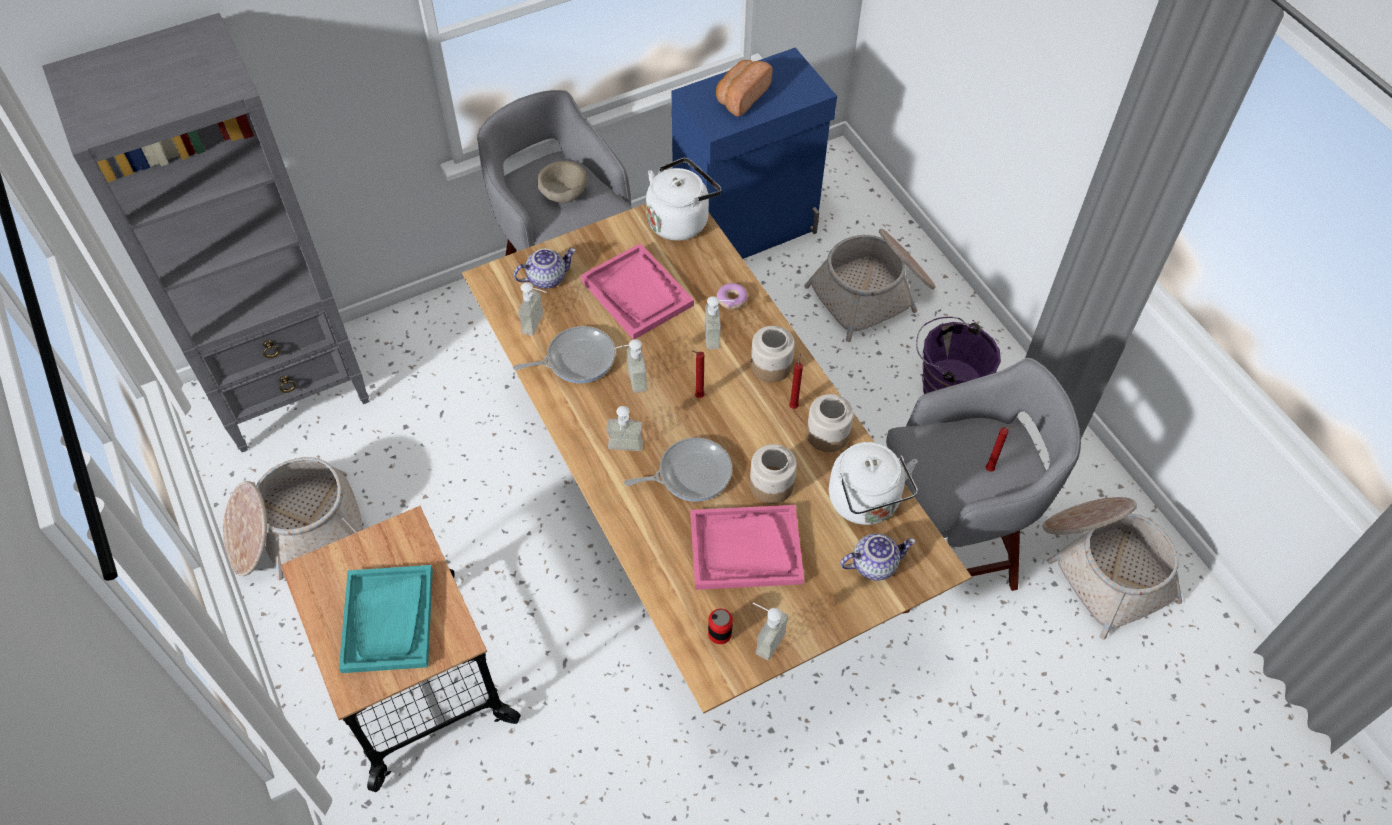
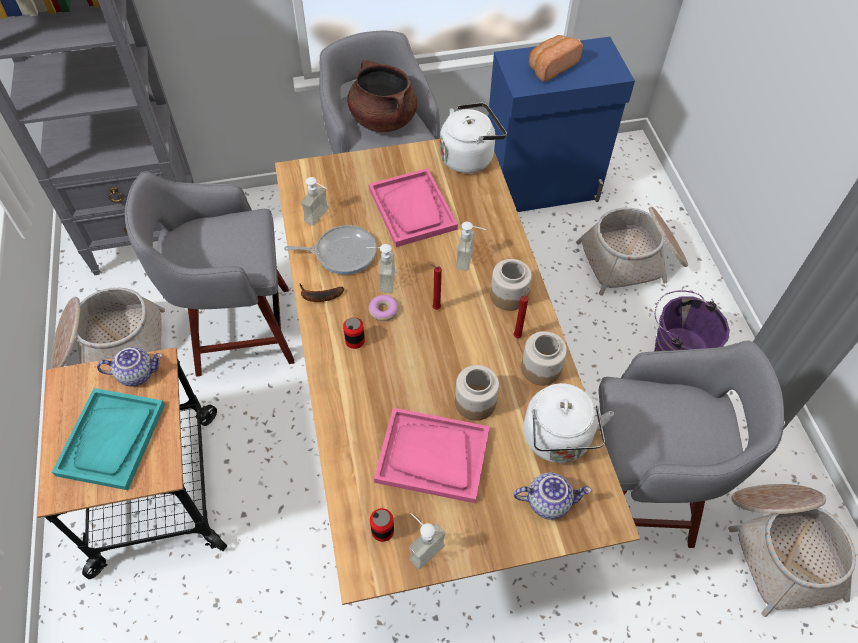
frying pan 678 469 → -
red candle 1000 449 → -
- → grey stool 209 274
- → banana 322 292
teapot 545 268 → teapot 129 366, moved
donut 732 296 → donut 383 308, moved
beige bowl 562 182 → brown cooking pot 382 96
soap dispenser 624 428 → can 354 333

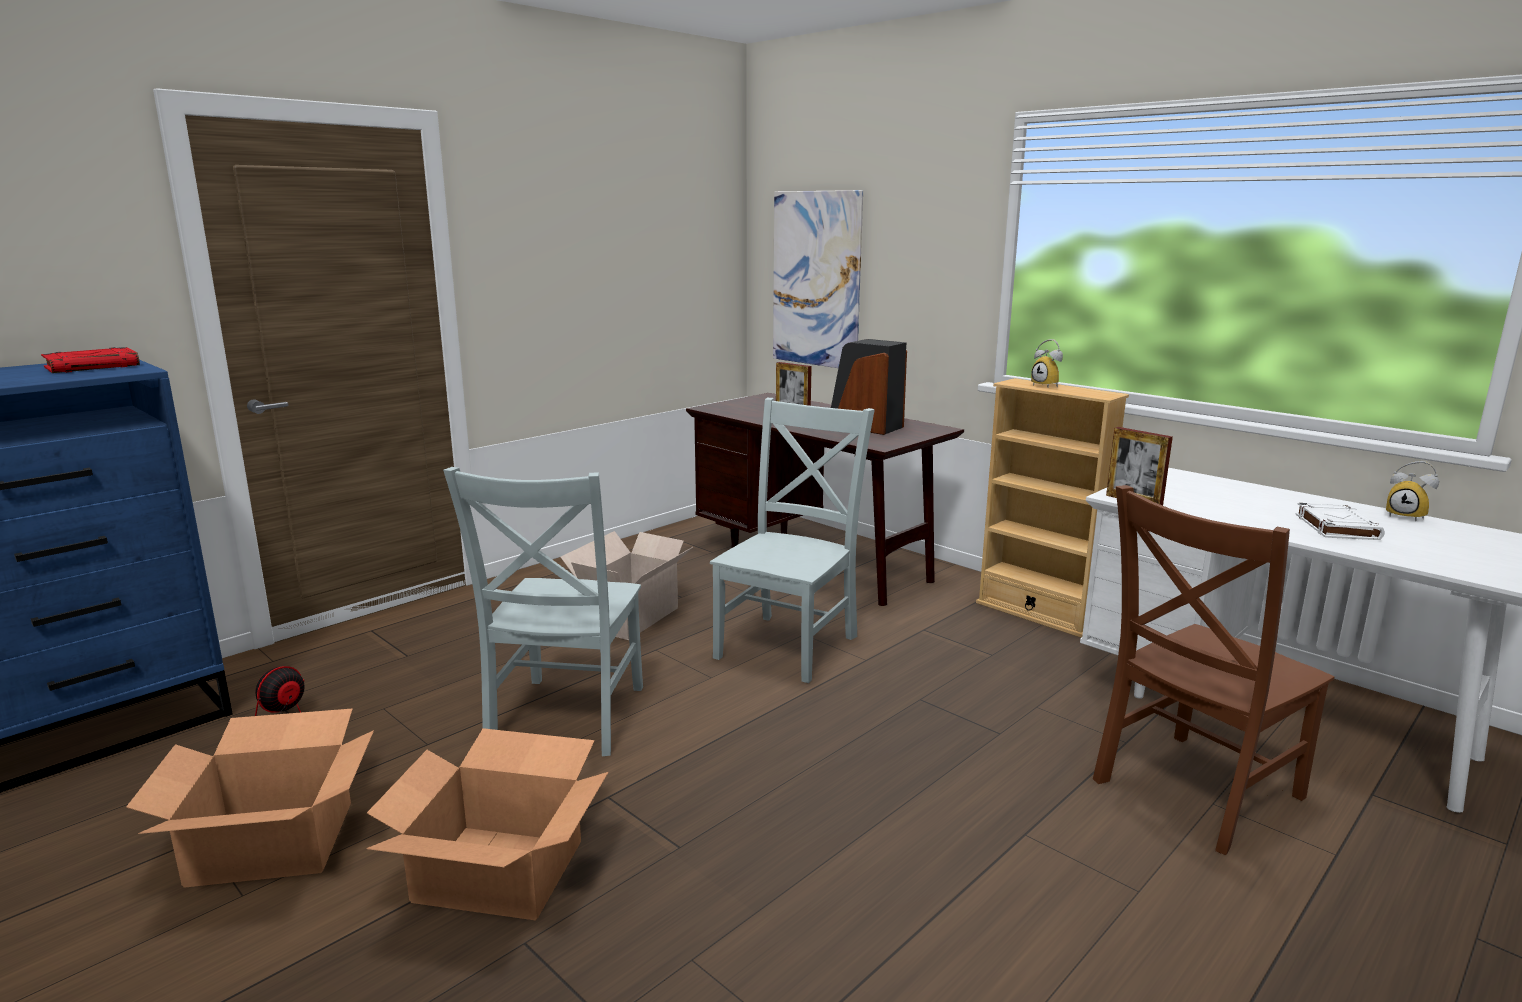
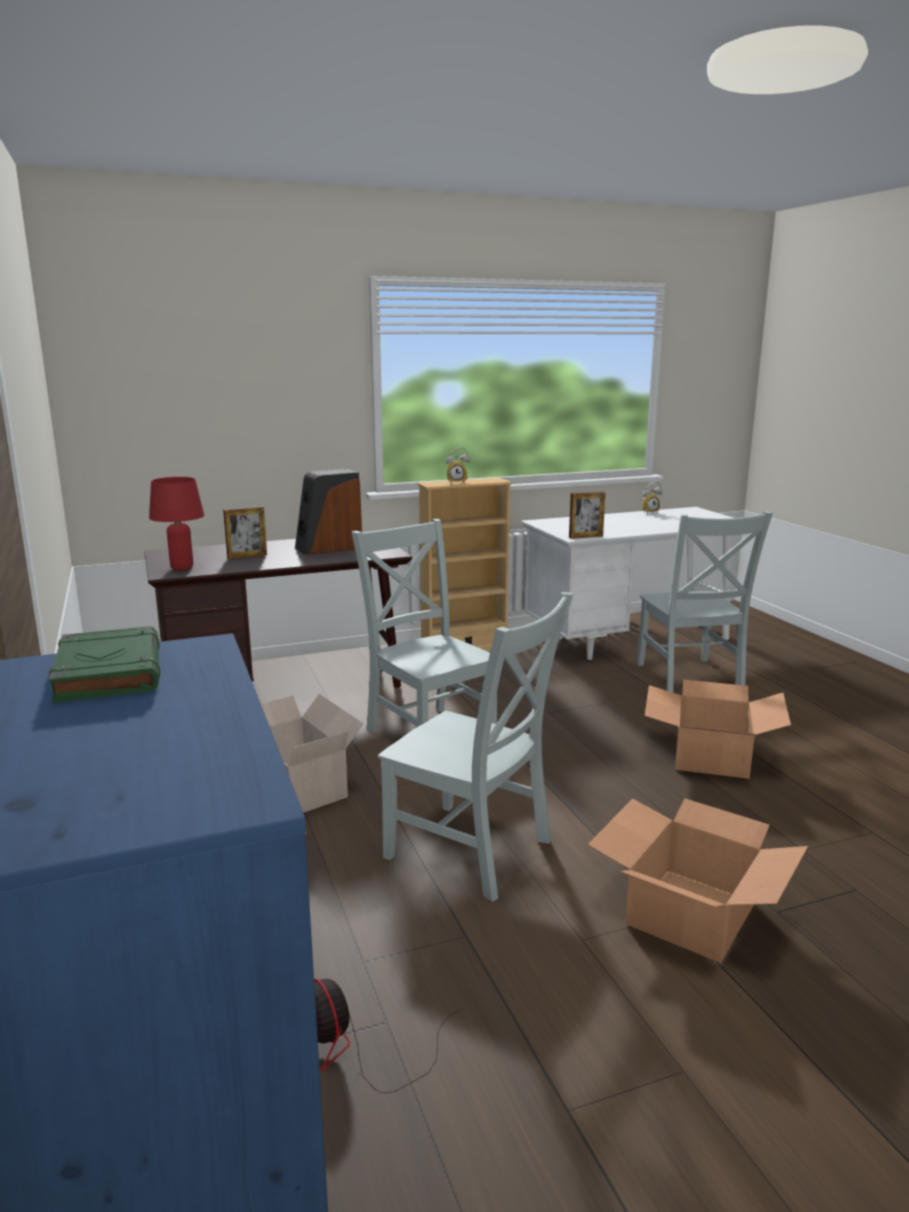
picture 818 279 → -
white book 1340 521 → -
- → red table lamp 177 524
cardboard box 250 798 → cardboard box 718 729, moved
red book 90 360 → green book 104 664
brown chair 1213 670 → grey chair 705 602

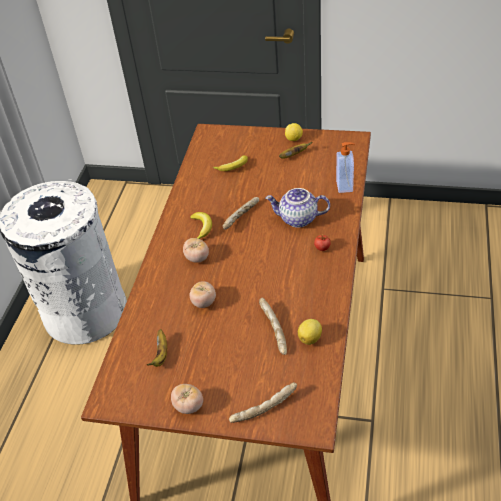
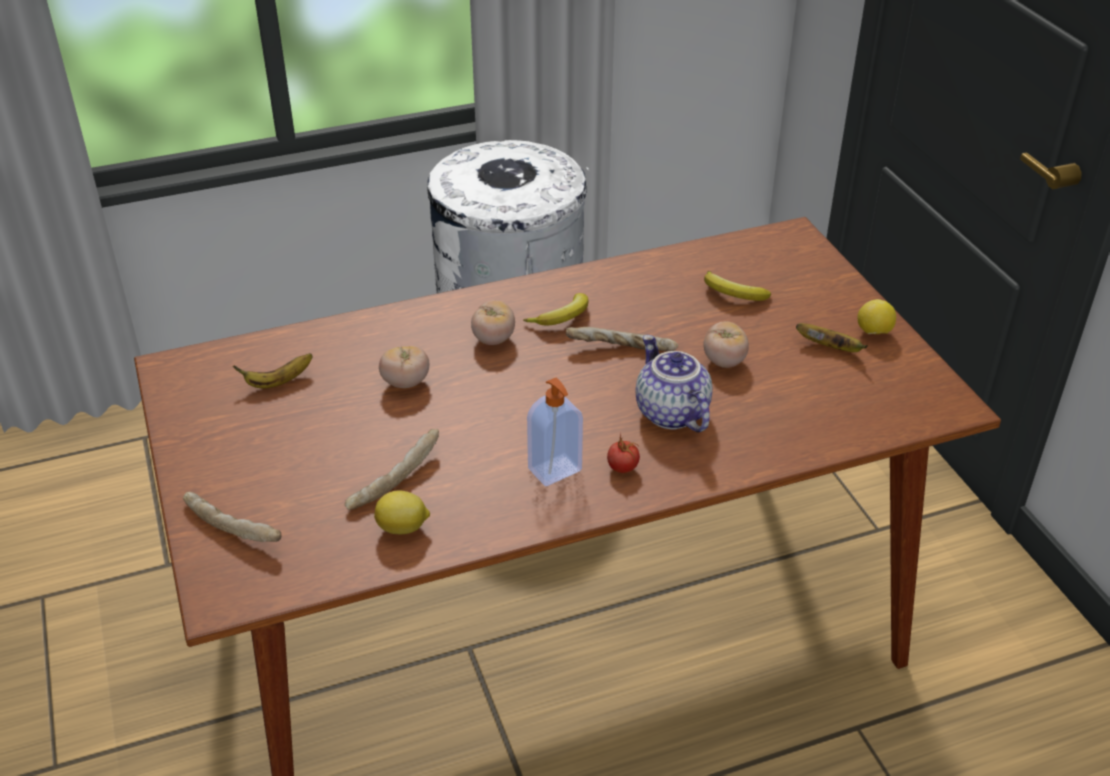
tomato 187 399 → tomato 726 344, moved
soap dispenser 345 167 → soap dispenser 555 432, moved

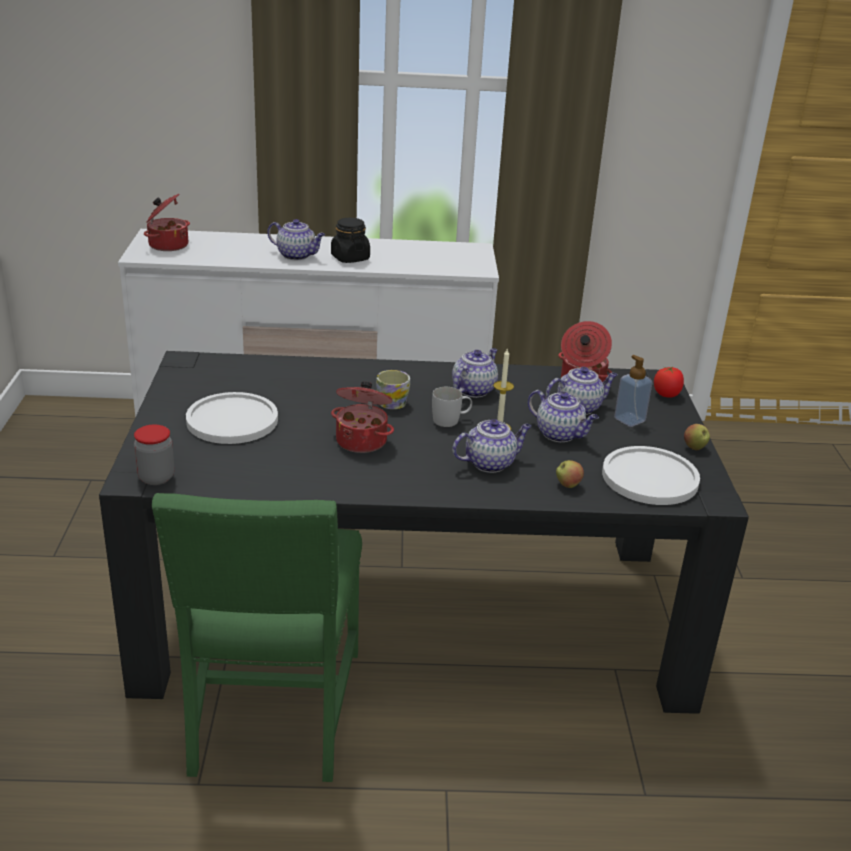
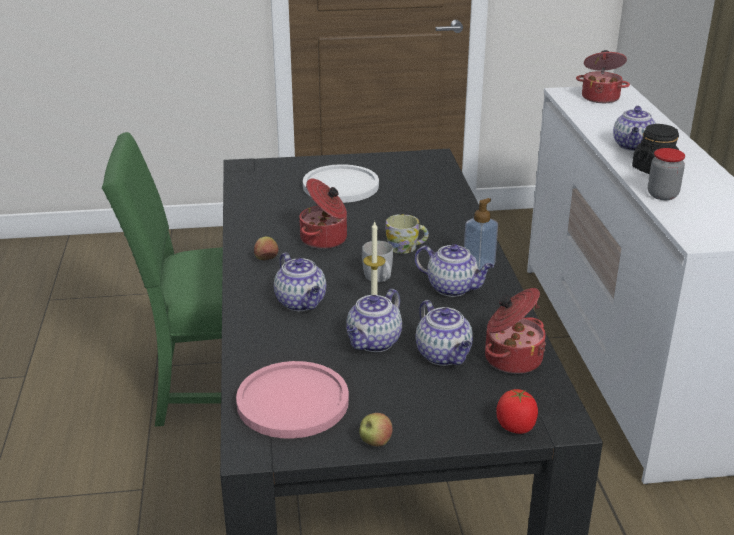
jar 154 455 → jar 666 174, moved
apple 570 474 → apple 266 248, moved
soap dispenser 633 391 → soap dispenser 481 234, moved
white plate 651 475 → pink plate 292 400

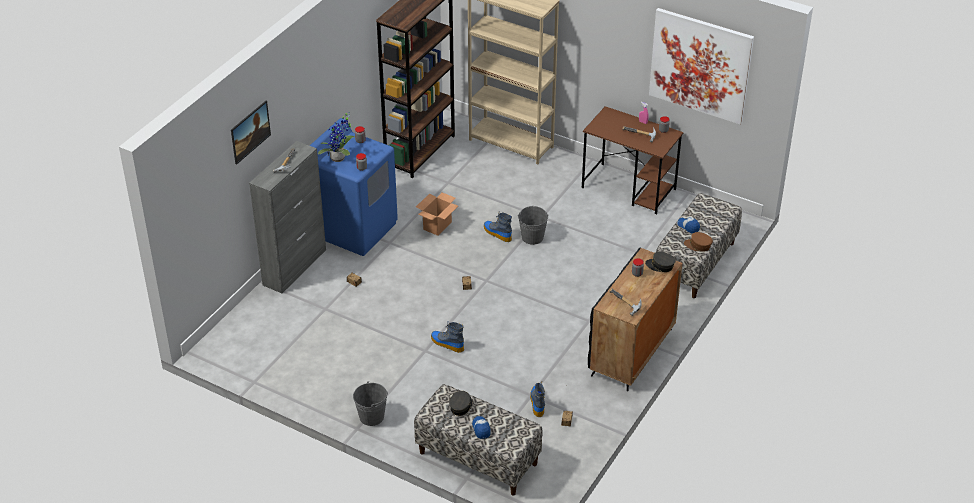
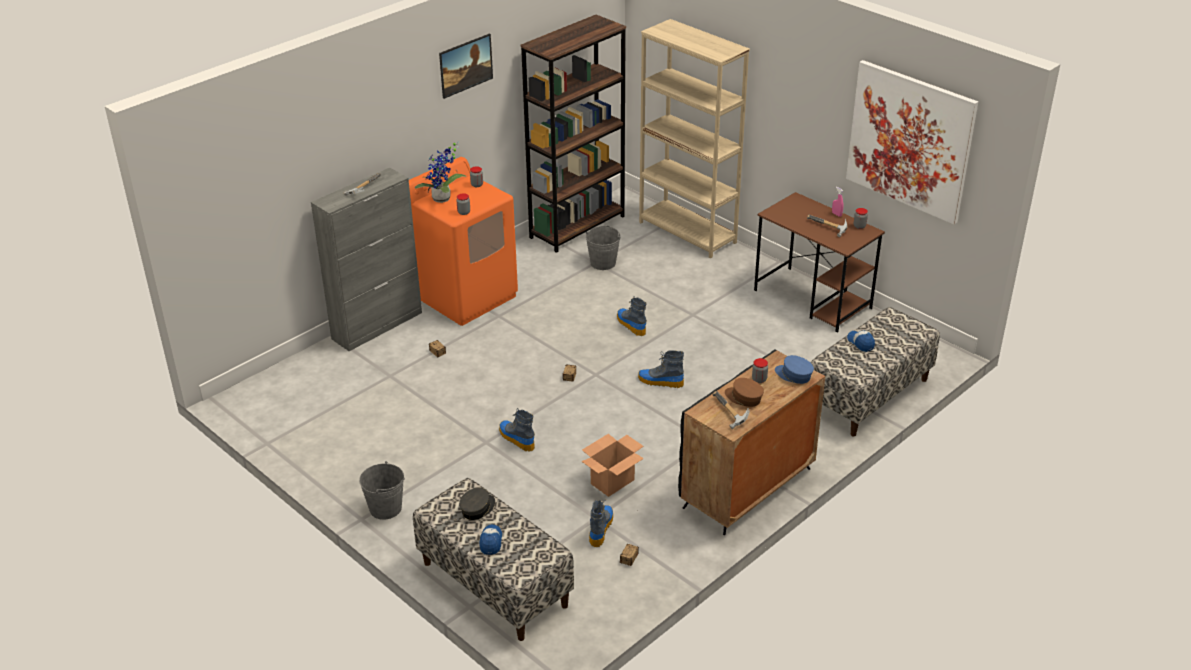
- → boot 661 369
picture 251 133 → picture 466 66, moved
cardboard box 437 214 → cardboard box 612 465, moved
grey bucket 533 225 → grey bucket 603 248, moved
brown cap 698 242 → brown cap 744 392, moved
blue washing machine 354 187 → orange washing machine 463 241
grey cap 660 262 → blue cap 794 369

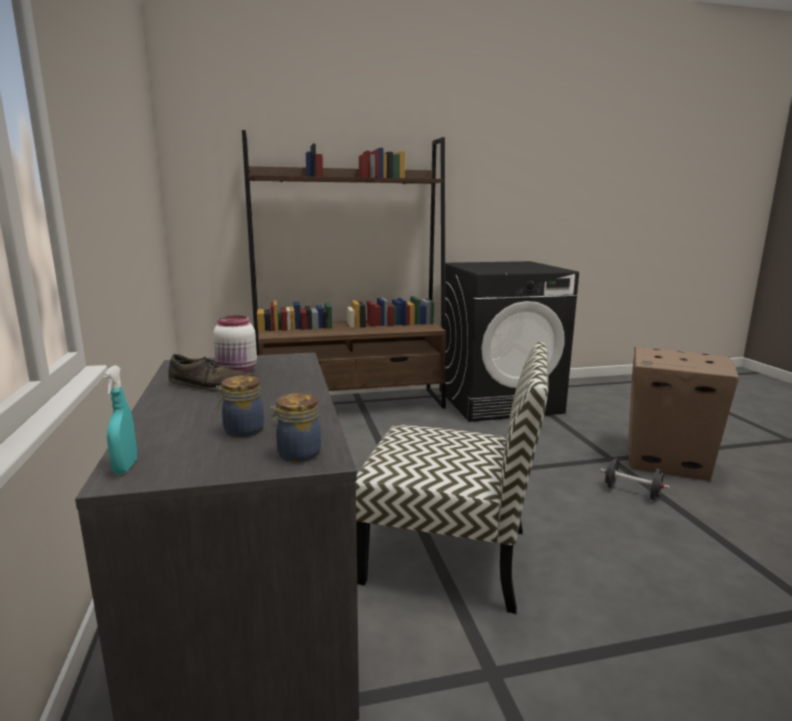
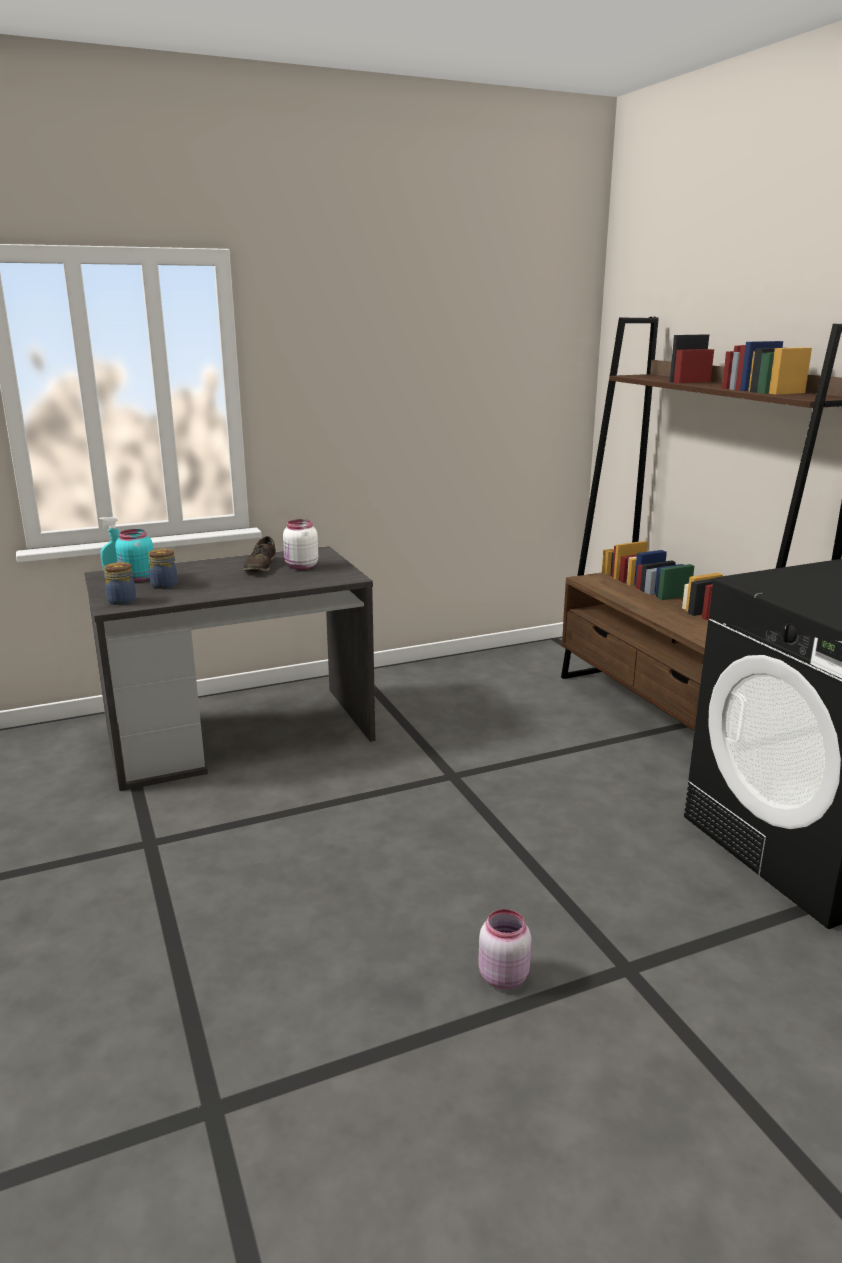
chair 452 478 → -
cardboard box 683 414 → -
- → turquoise jar 134 555
black dumbbell 635 479 → pink jar 504 949

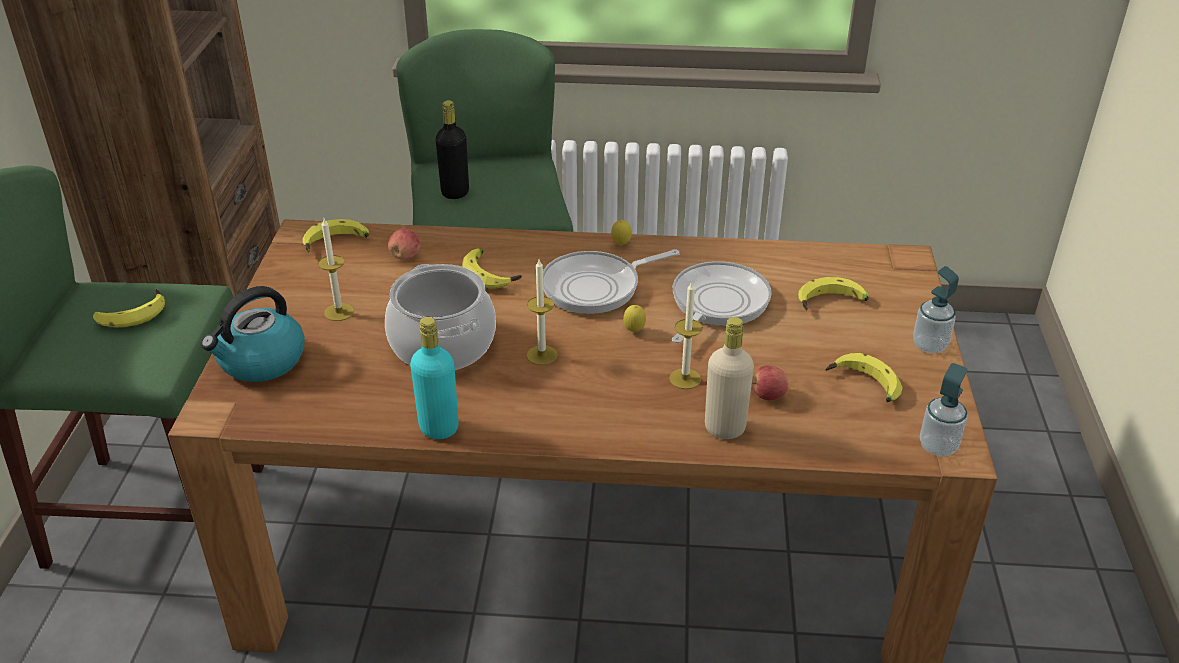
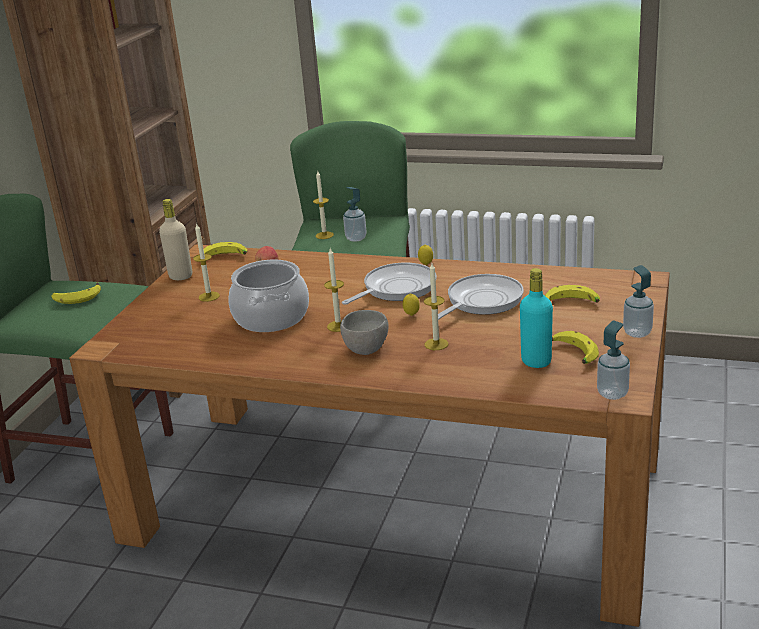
kettle 253 334 → -
banana 492 268 → -
apple 770 382 → -
- → grey bowl 364 332
- → soap dispenser 355 214
turquoise bottle 434 378 → turquoise bottle 536 318, moved
beige bottle 729 378 → beige bottle 175 239, moved
black bottle 452 149 → candle 323 205
frying pan 611 281 → frying pan 389 284, 150 degrees clockwise

